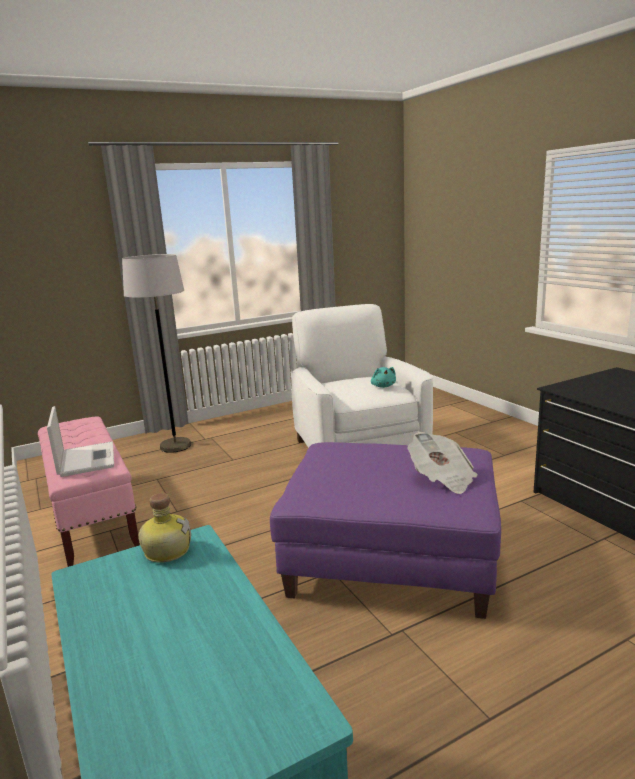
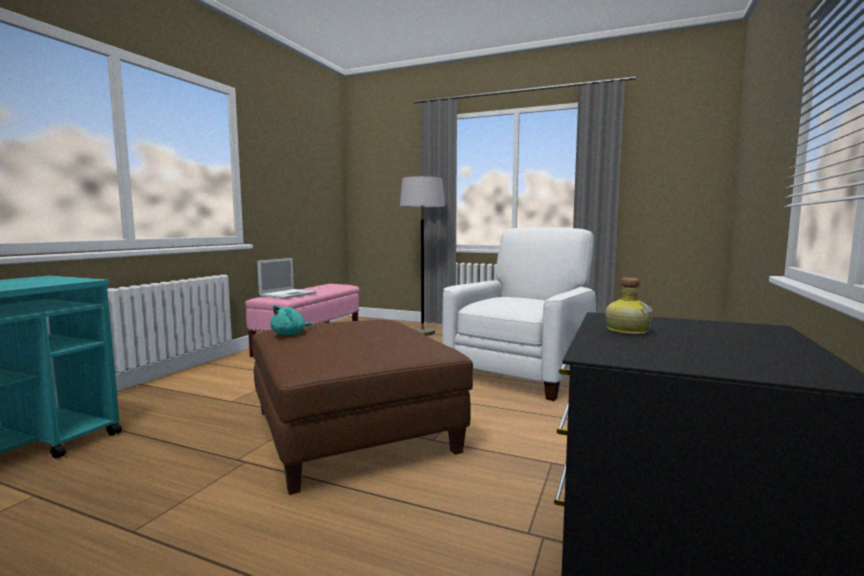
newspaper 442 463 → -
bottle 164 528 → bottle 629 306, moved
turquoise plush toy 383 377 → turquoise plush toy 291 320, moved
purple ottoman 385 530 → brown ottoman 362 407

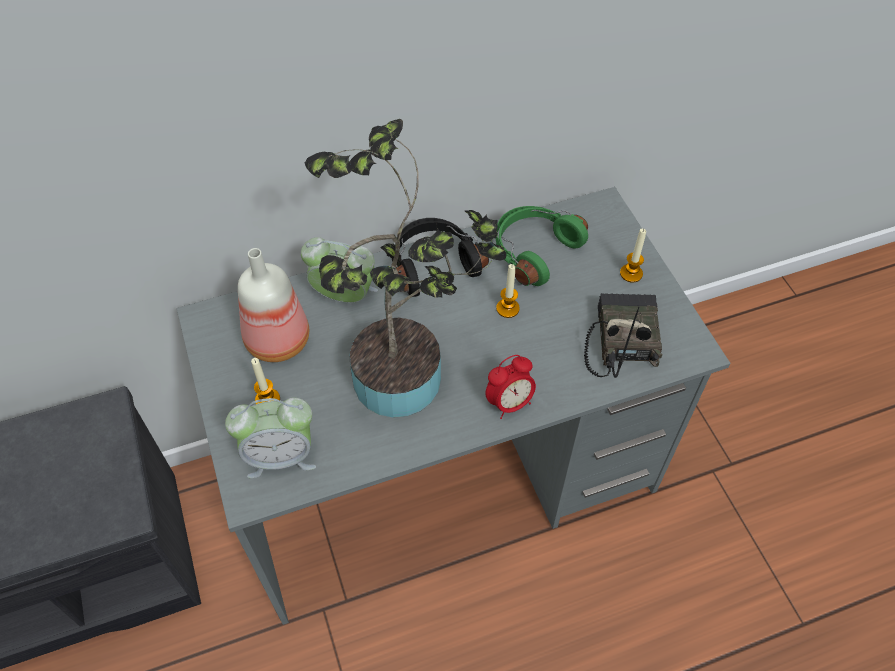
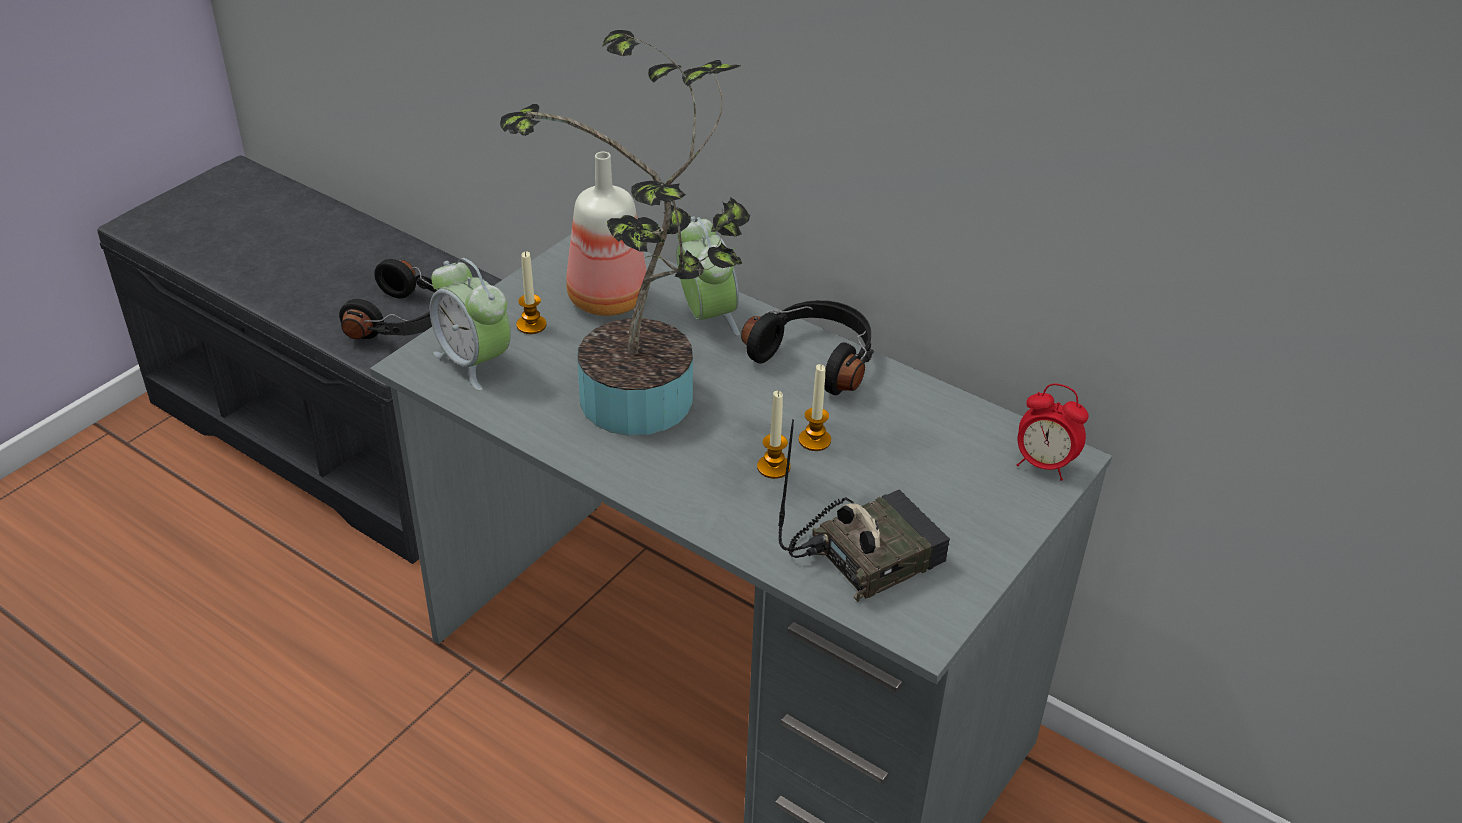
green headphones 542 246 → -
- → black headphones 389 299
alarm clock 511 387 → alarm clock 1053 432, moved
candle 633 255 → candle 774 435, moved

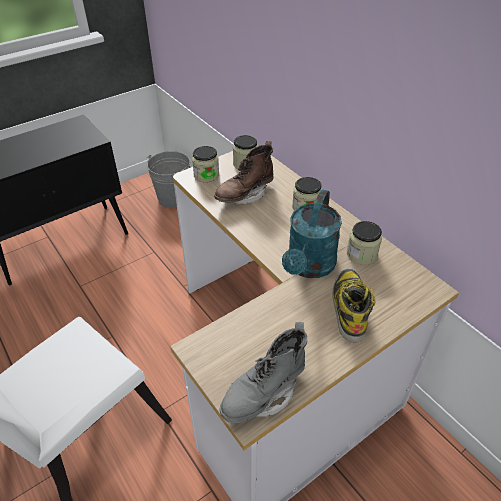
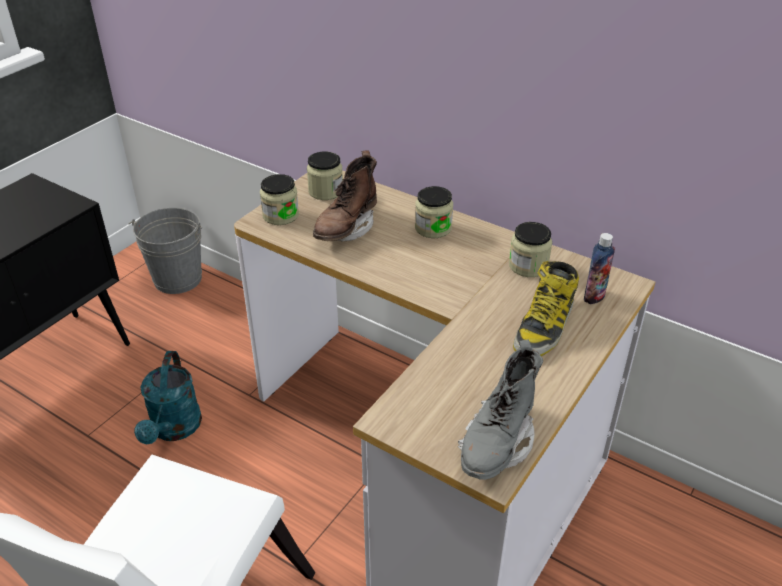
- → bottle 599 268
turquoise watering can 312 233 → turquoise watering can 168 397, moved
boot 354 306 → boot 546 308, 135 degrees counterclockwise

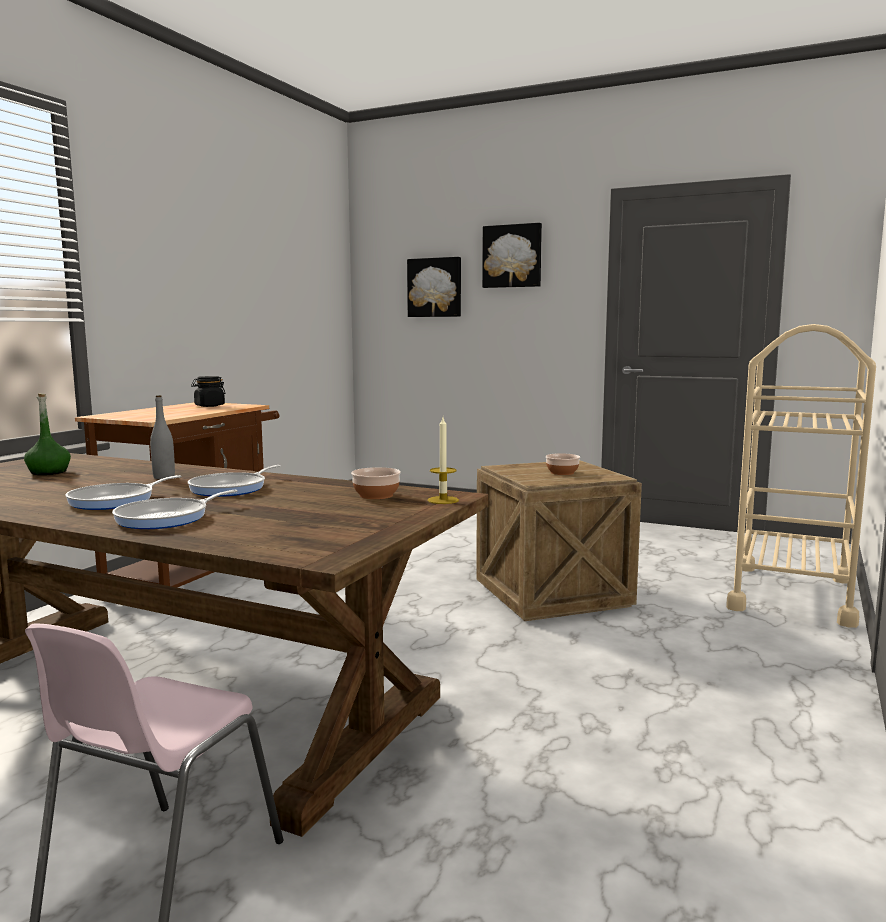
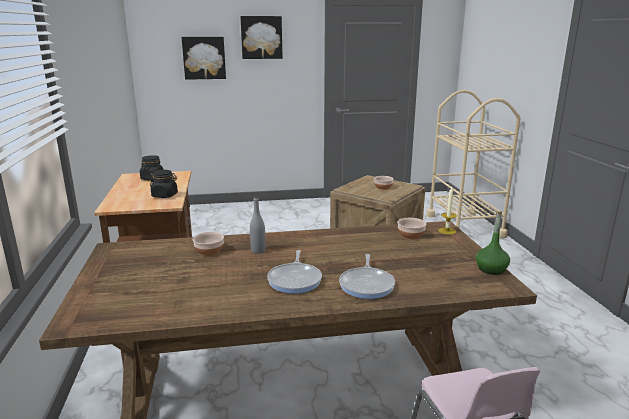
frying pan 234 481 → -
- → black jar 164 184
- → bowl 208 244
green bottle 47 434 → green bottle 493 243, moved

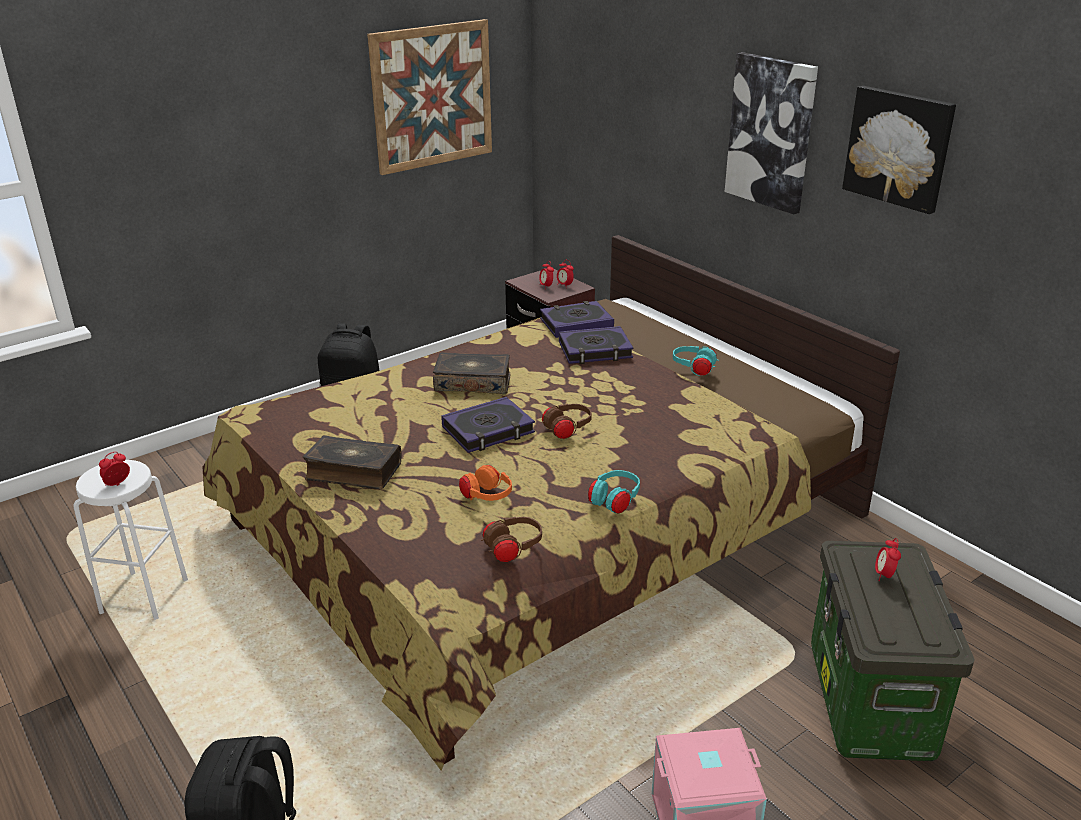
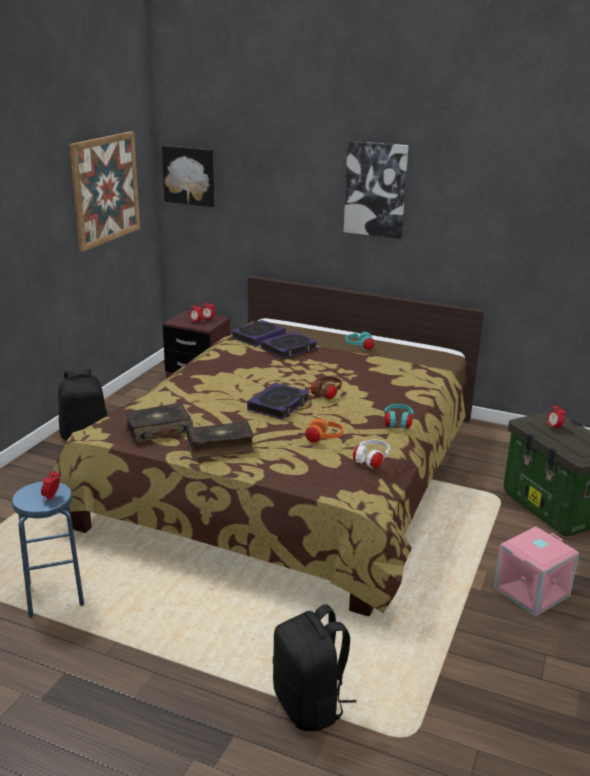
book 472 373 → book 158 422, moved
picture 899 150 → picture 188 176, moved
white stool 130 540 → blue stool 48 549
brown headphones 511 539 → white headphones 371 453

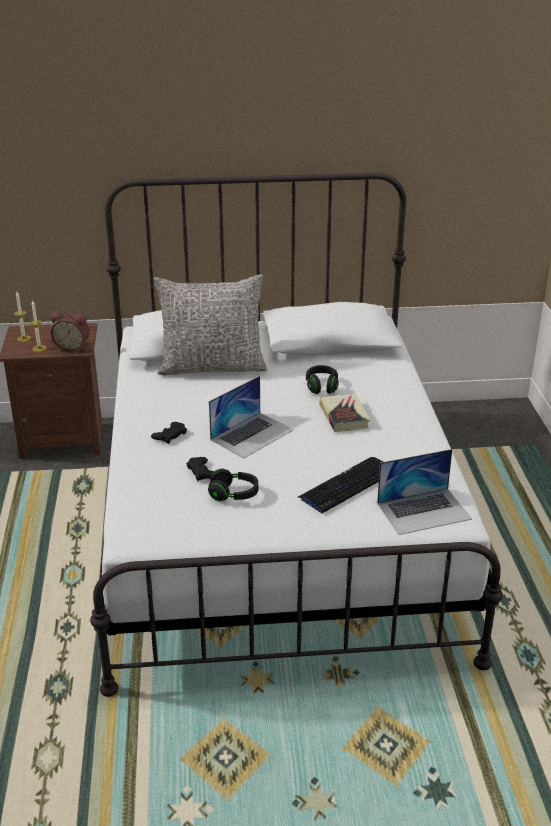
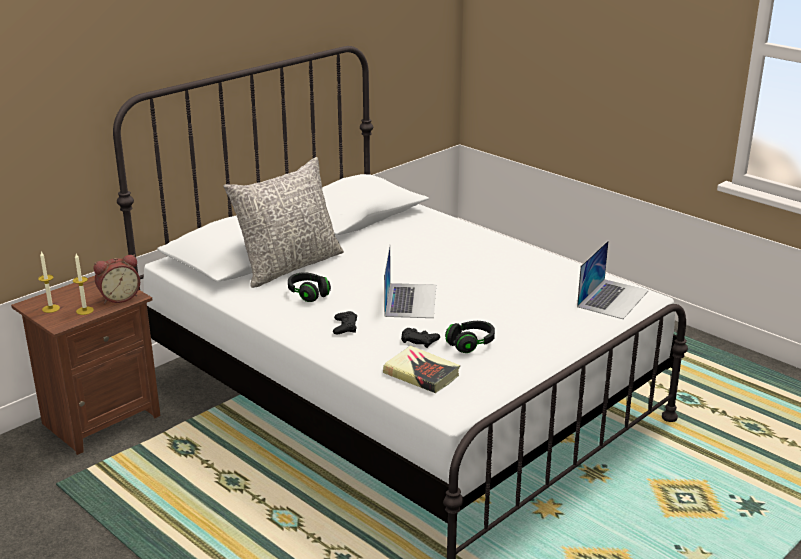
keyboard 340 485 → -
black headphones 322 379 → black headphones 309 287, moved
book 344 412 → book 421 369, moved

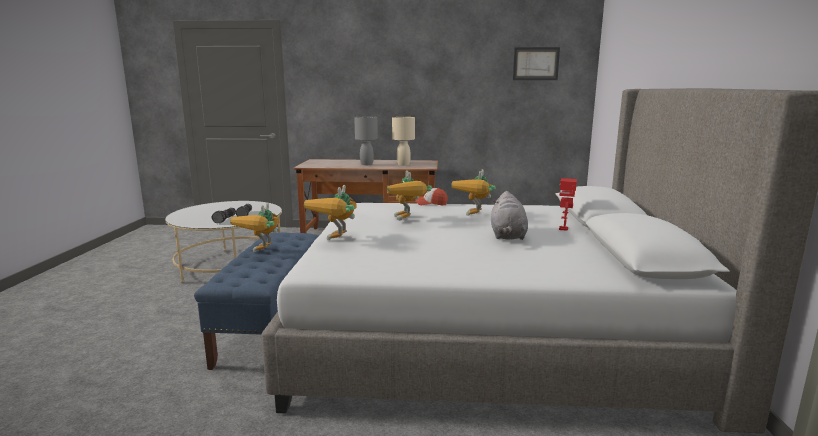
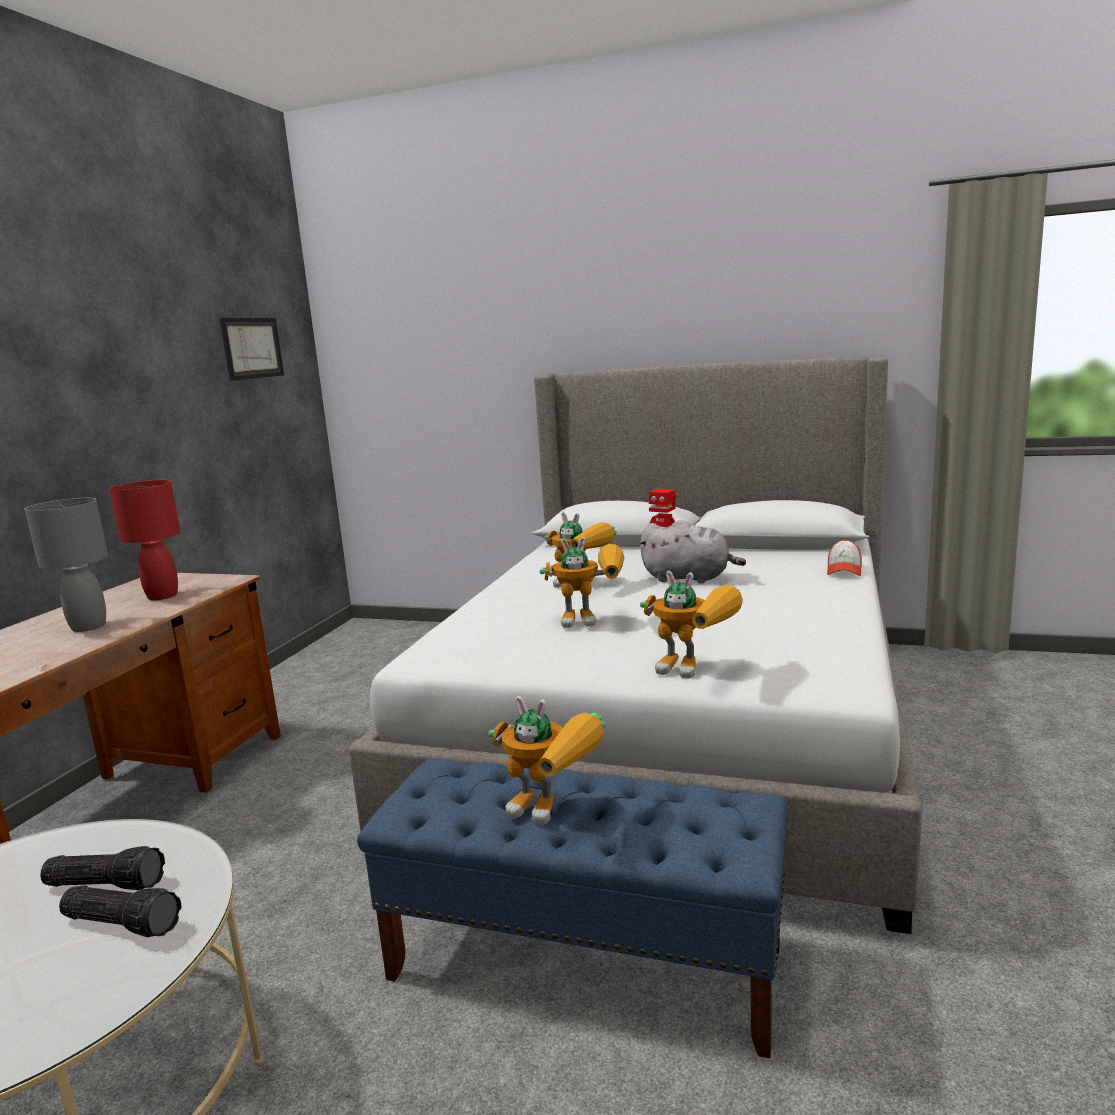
cap 431 196 → cap 844 557, moved
beige table lamp 403 141 → red table lamp 145 540

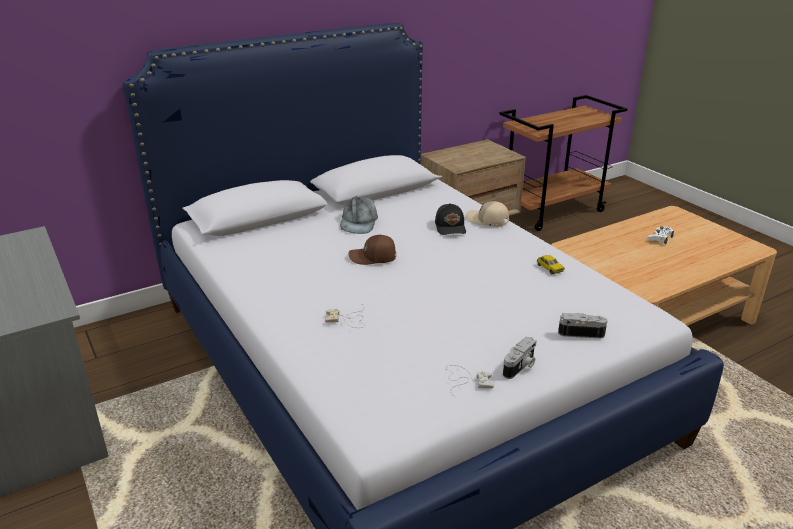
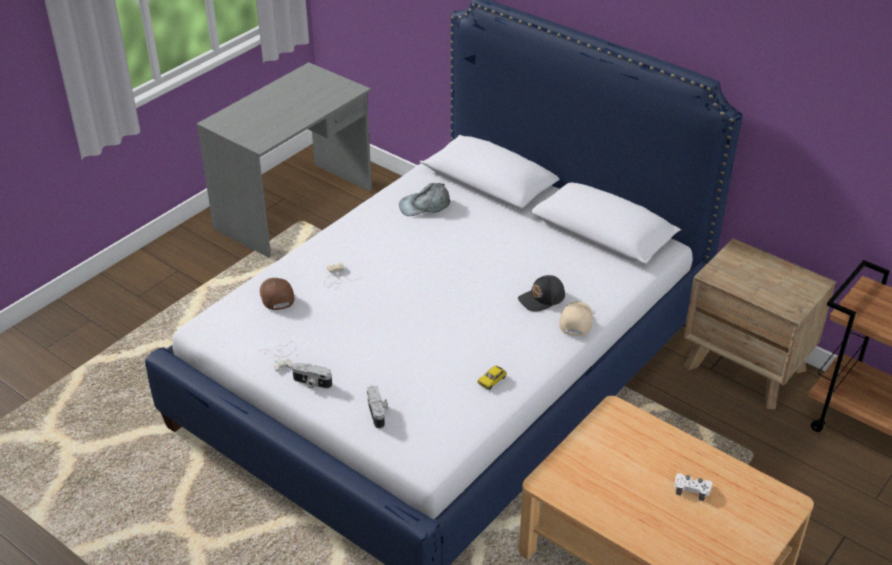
grey cap 359 215 → grey cap 425 199, moved
brown cap 372 250 → brown cap 277 294, moved

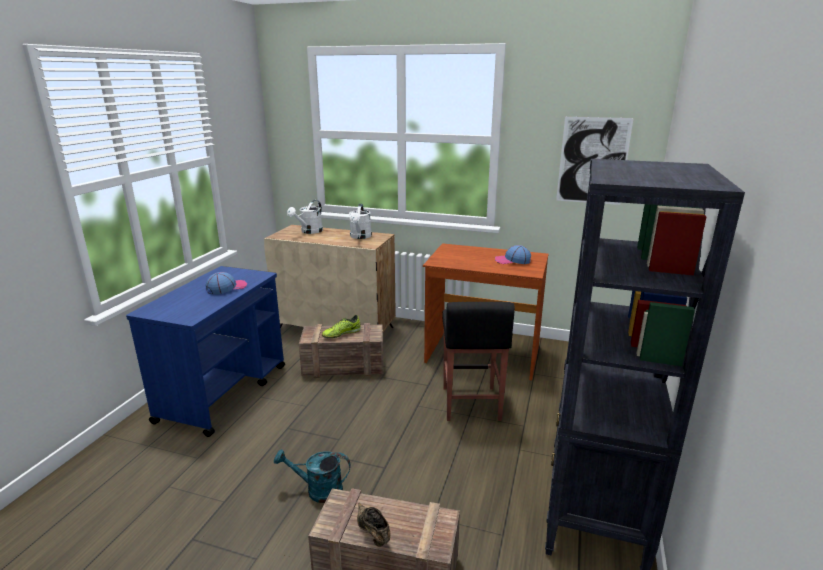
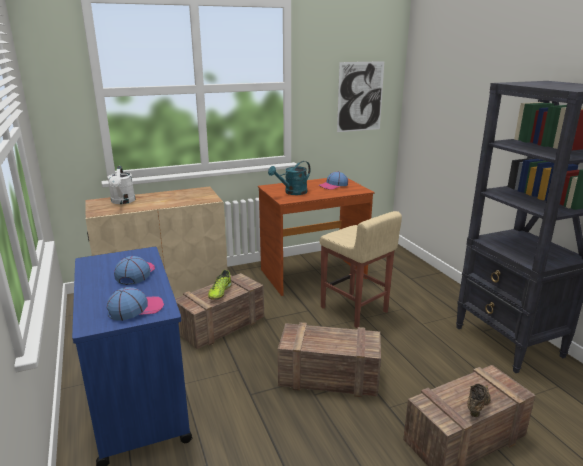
white watering can 360 221 → -
- → cap 135 304
- → crate 329 359
turquoise watering can 312 476 → turquoise watering can 289 178, moved
black stool 478 361 → beige stool 361 269
brown shoe 374 525 → brown shoe 479 400, 105 degrees clockwise

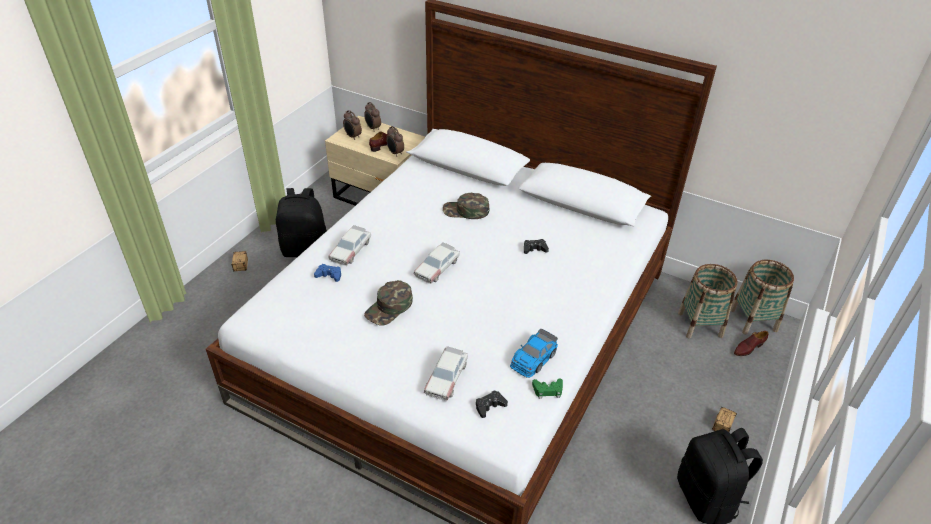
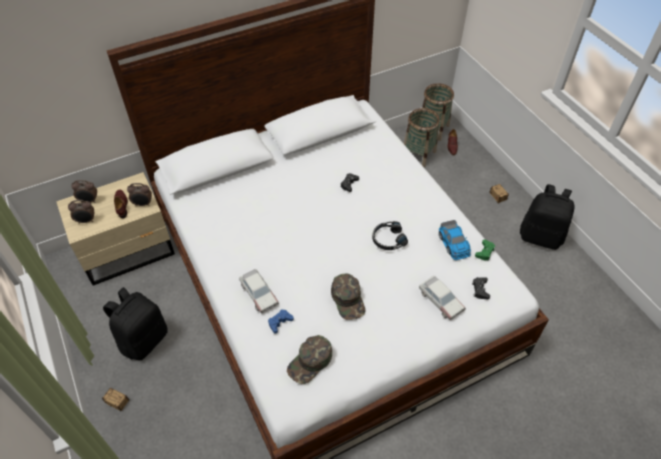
toy car 437 263 → -
- → black headphones 390 235
green cap 466 206 → green cap 309 359, moved

